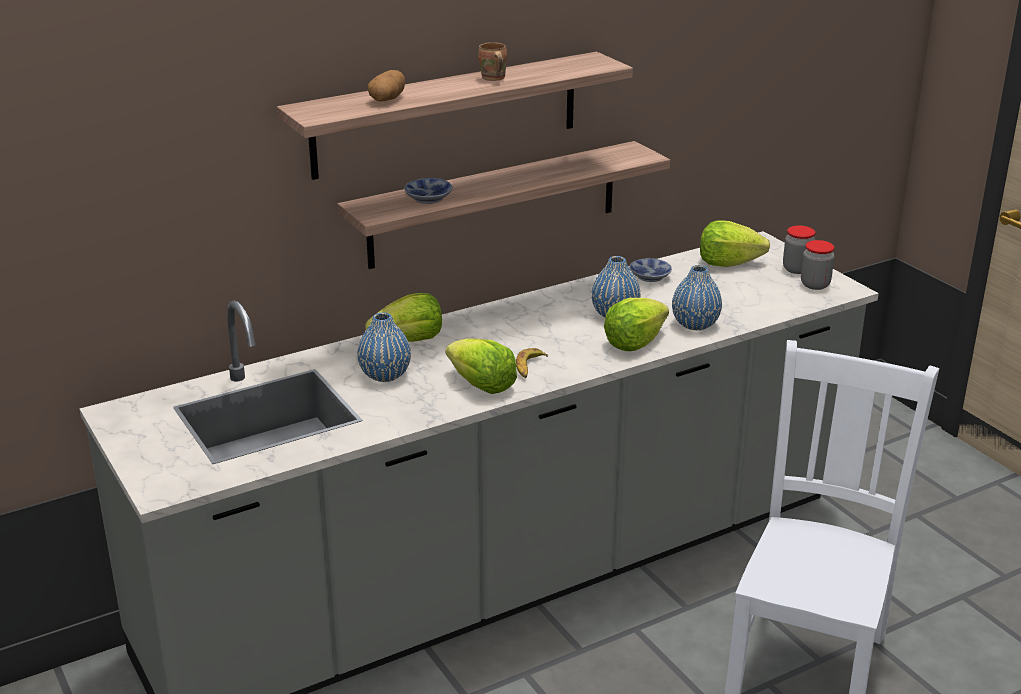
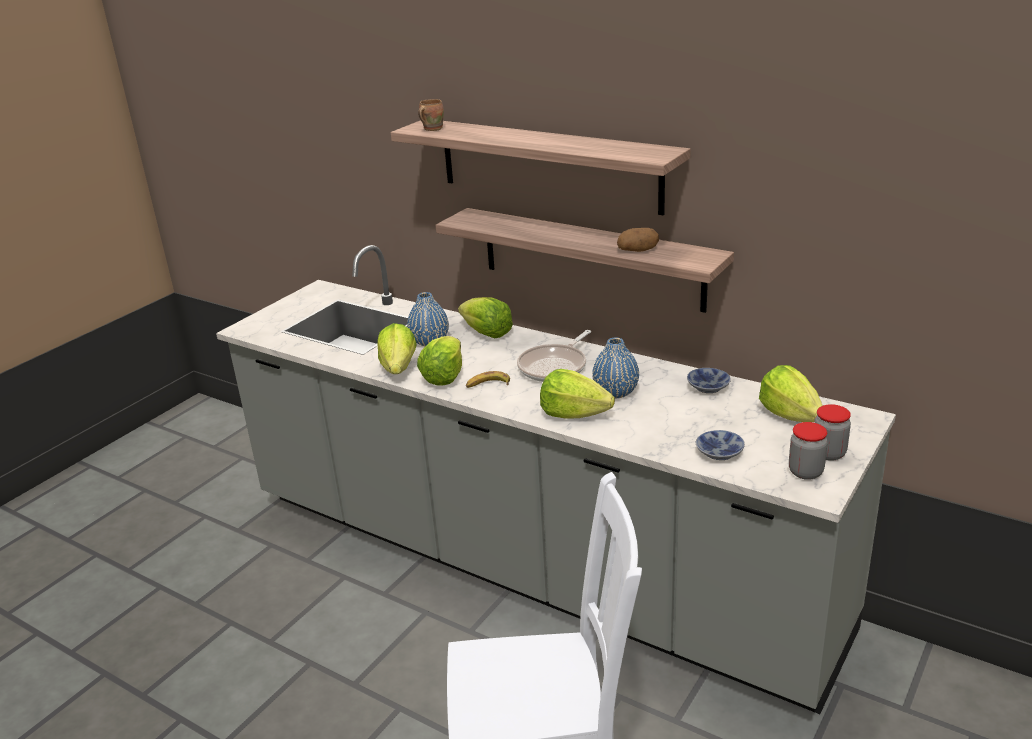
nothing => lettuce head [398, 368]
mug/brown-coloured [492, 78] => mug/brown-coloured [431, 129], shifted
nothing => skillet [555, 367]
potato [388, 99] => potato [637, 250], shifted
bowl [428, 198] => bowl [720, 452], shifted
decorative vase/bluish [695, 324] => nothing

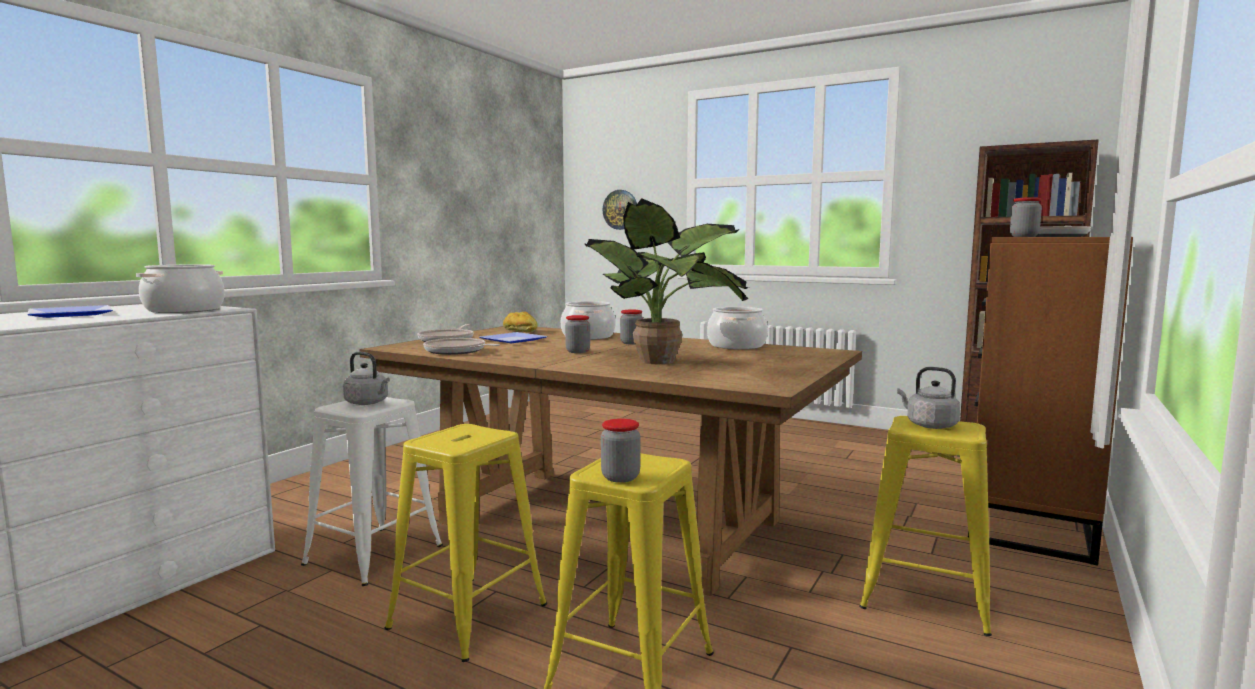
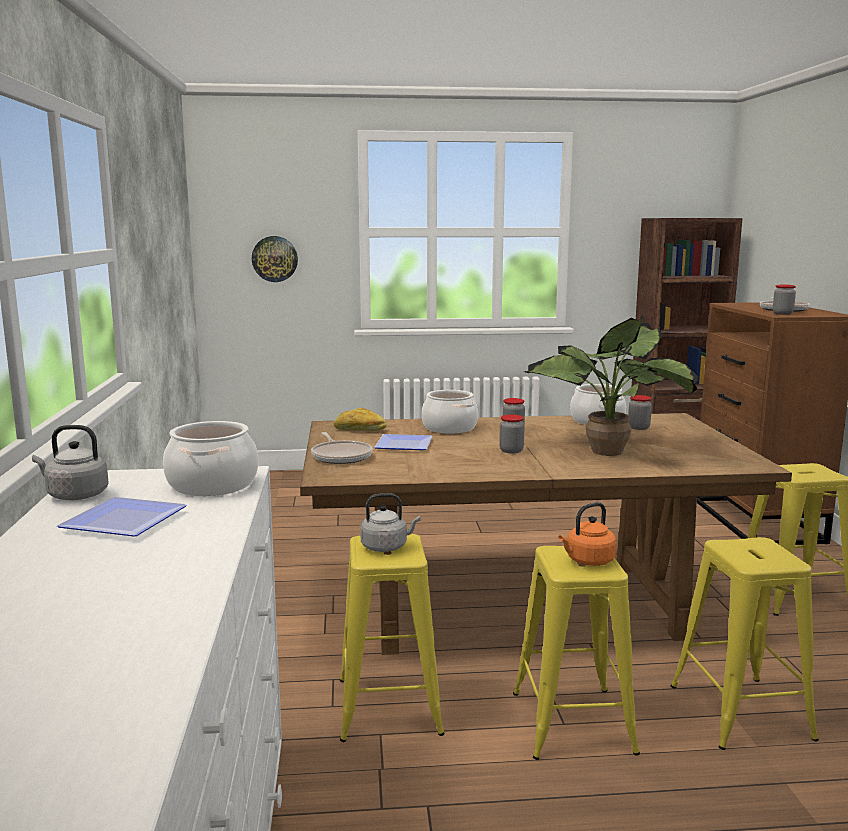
tea kettle/gray [929, 425] => tea kettle/gray [75, 495], shifted
stool/white [374, 555] => stool/yellow [388, 706]
nothing => tea kettle/orange [588, 561]
preserve jar [620, 477] => preserve jar [638, 428], shifted
skillet [457, 351] => nothing

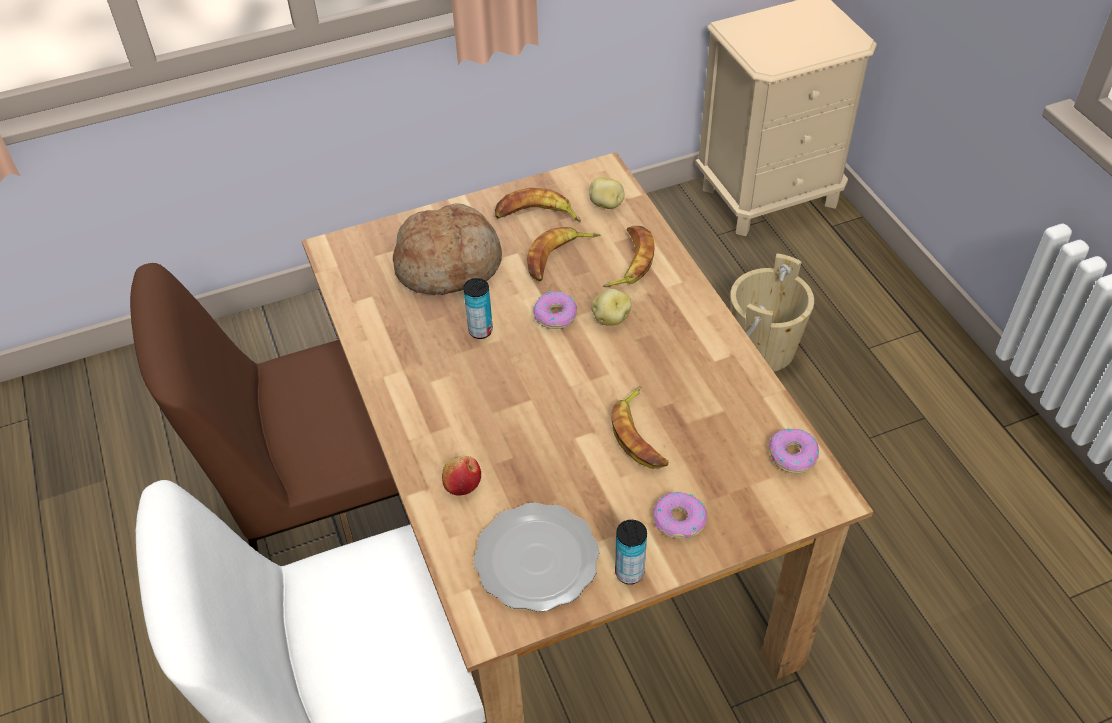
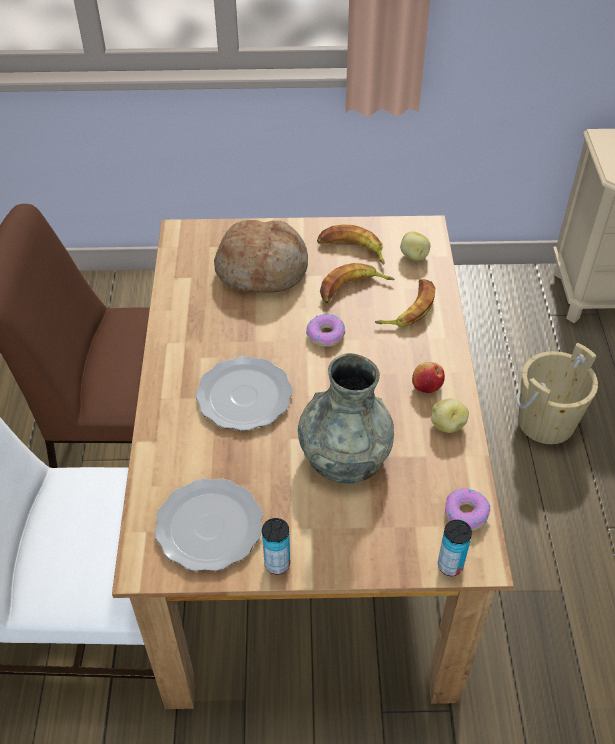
nothing => dinner plate [245, 395]
banana [640, 434] => decorative vase/gray [345, 453]
whole apple [462, 484] => whole apple [426, 385], shifted
potato [610, 318] => potato [447, 424], shifted
metal can [480, 331] => metal can [450, 565], shifted
donut [679, 520] => nothing

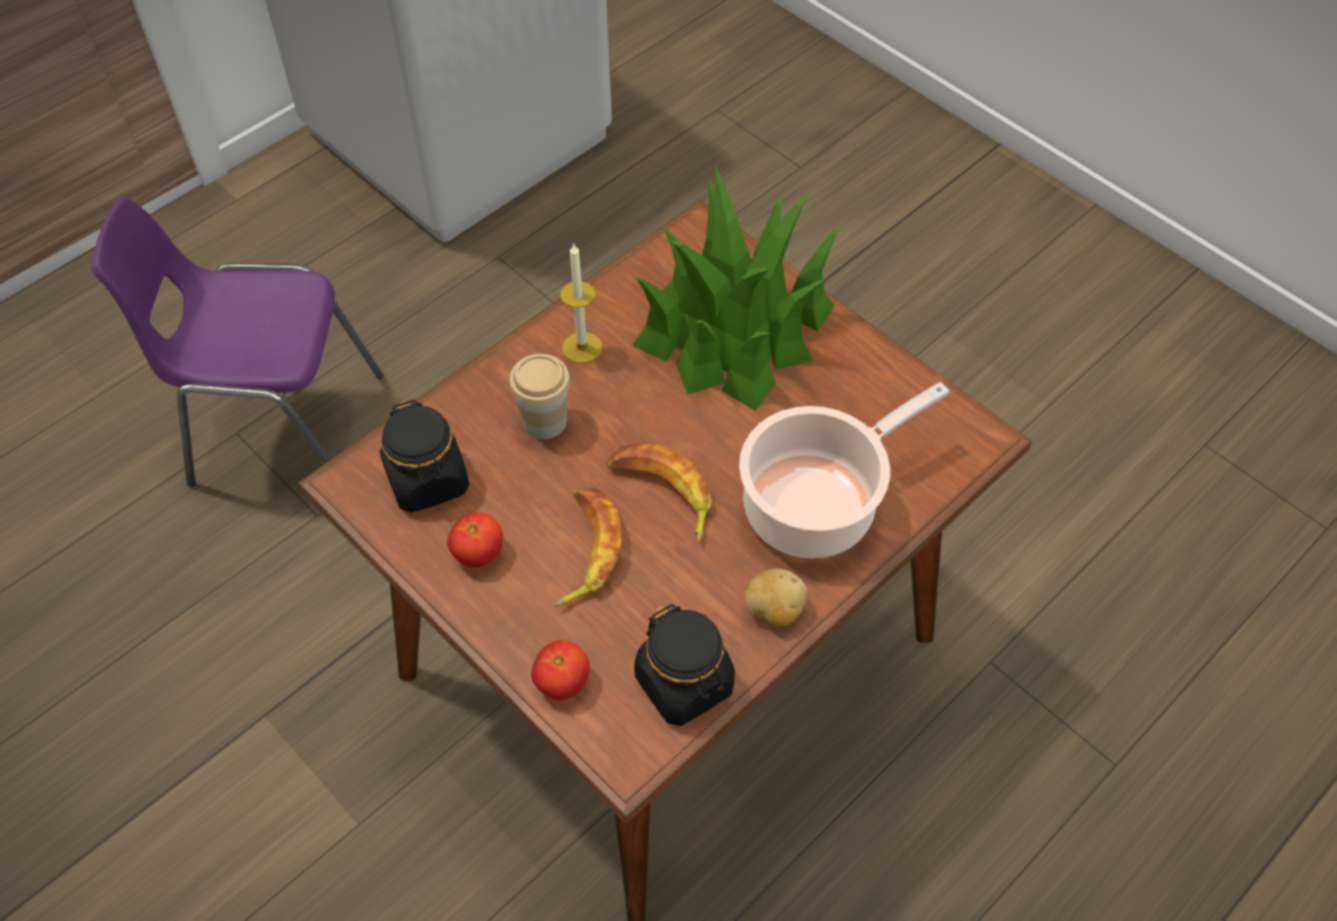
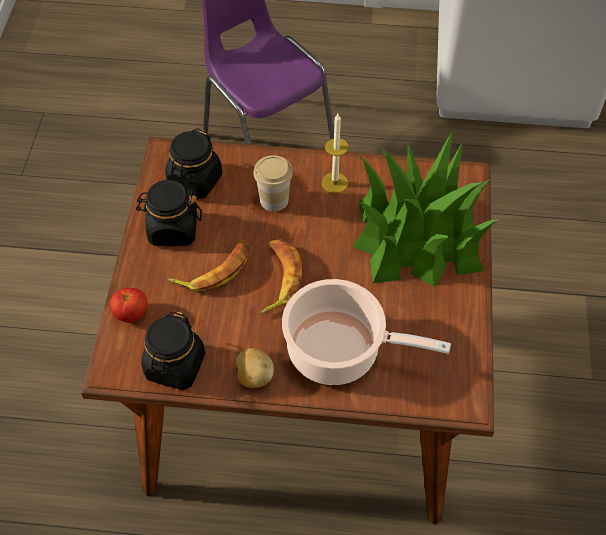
whole tomato [478, 553] => preserve jar/blackish [172, 229]

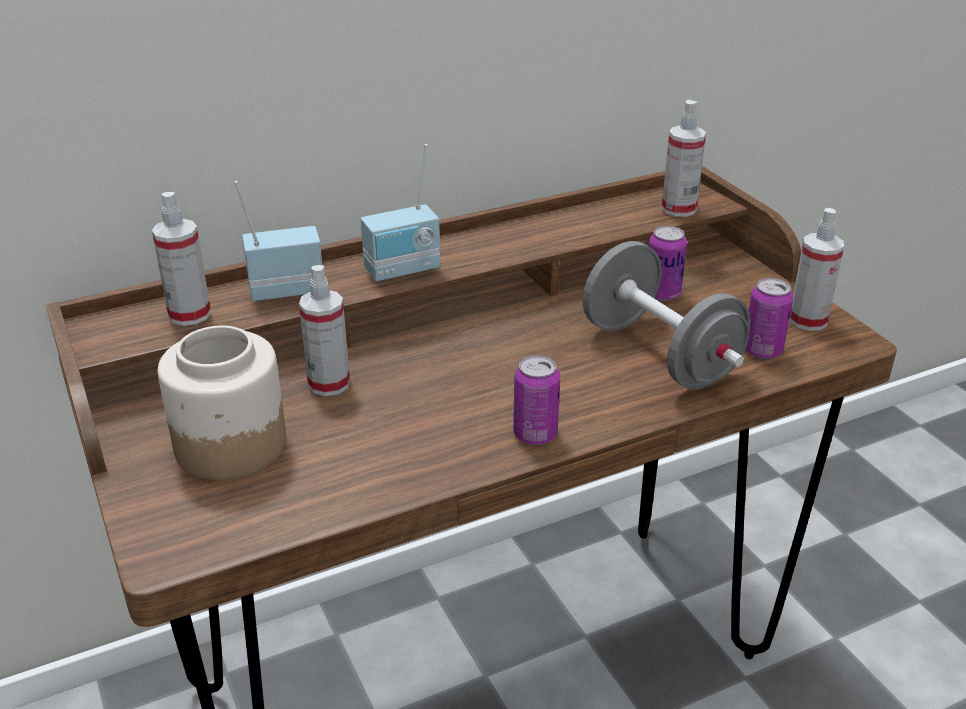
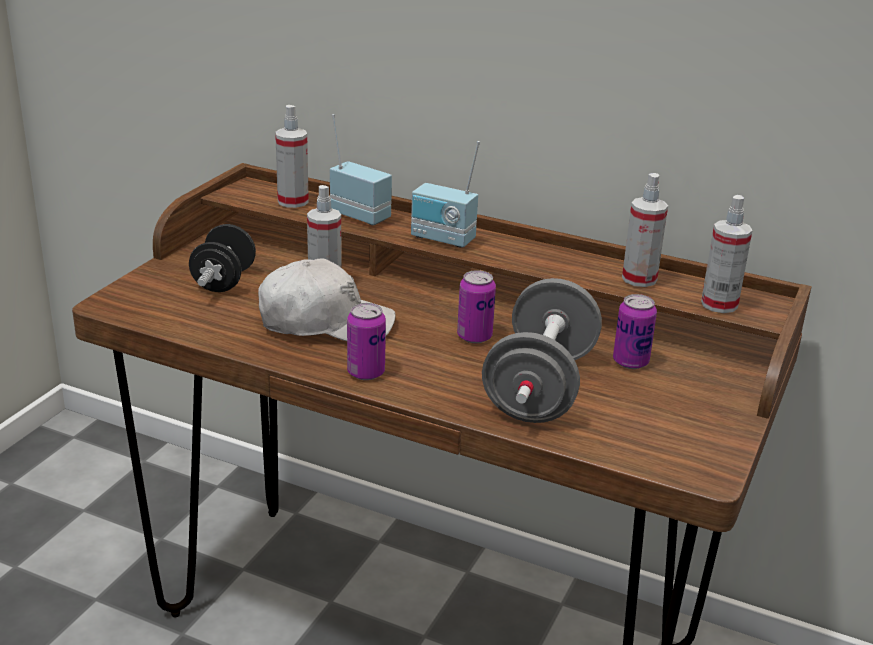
preserve jar [229, 445] => dumbbell/blackish [224, 281]
nothing => cap/white [325, 323]
metal can [762, 351] => metal can [474, 336], shifted
hand sprayer [808, 320] => hand sprayer [639, 279], shifted

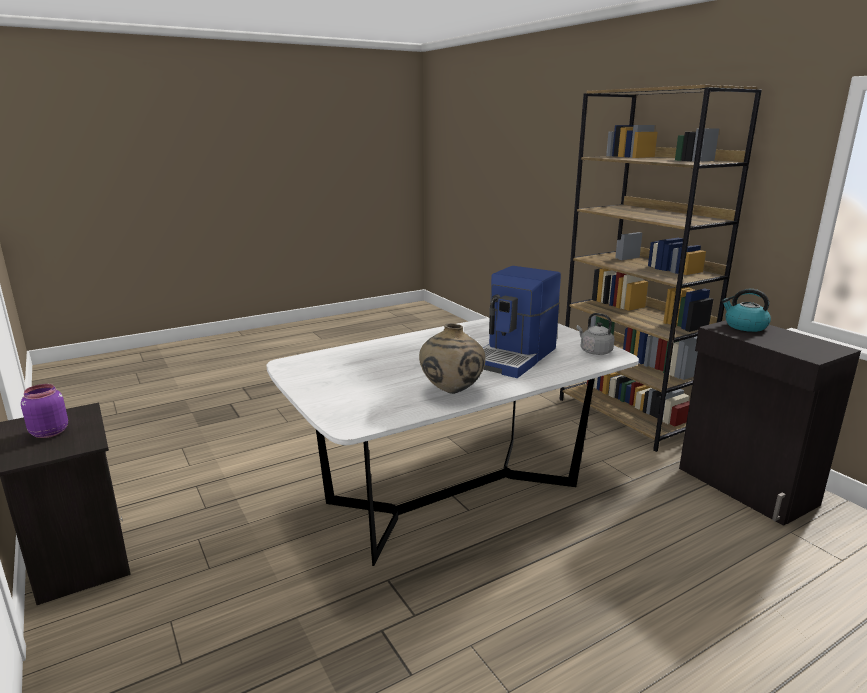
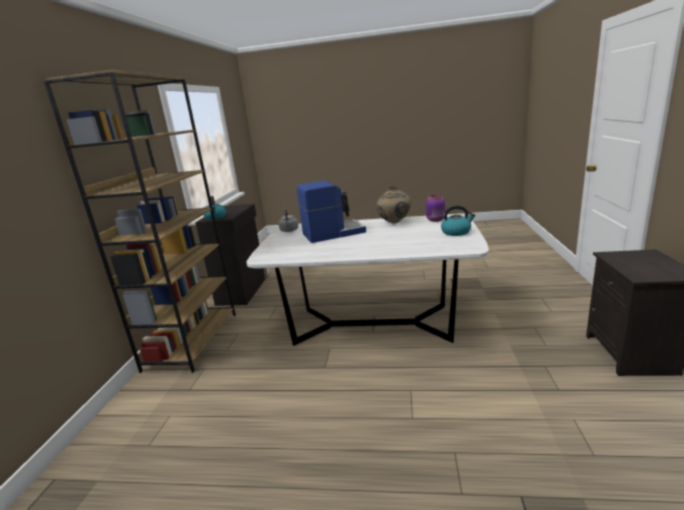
preserve jar/purplish [48, 432] => preserve jar/purplish [436, 220], shifted
nothing => tea kettle [456, 232]

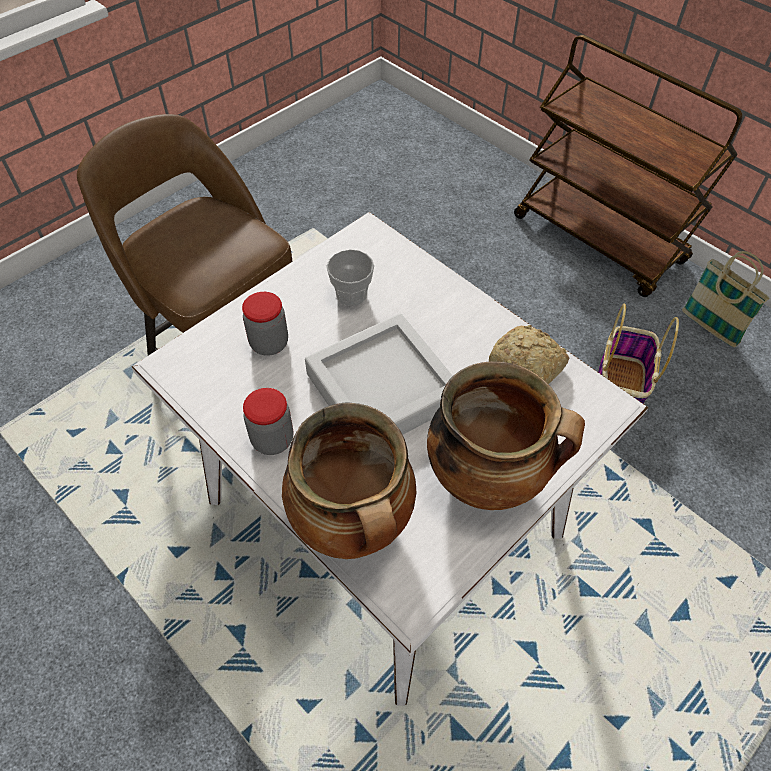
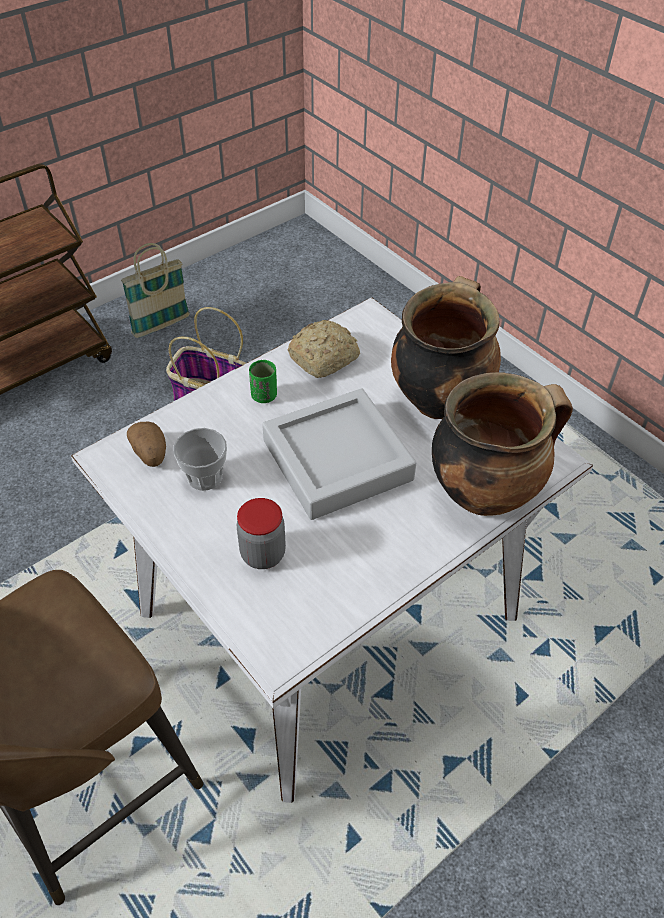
nothing => potato [150, 454]
nothing => small cup/green-coloured [264, 396]
preserve jar [272, 440] => nothing

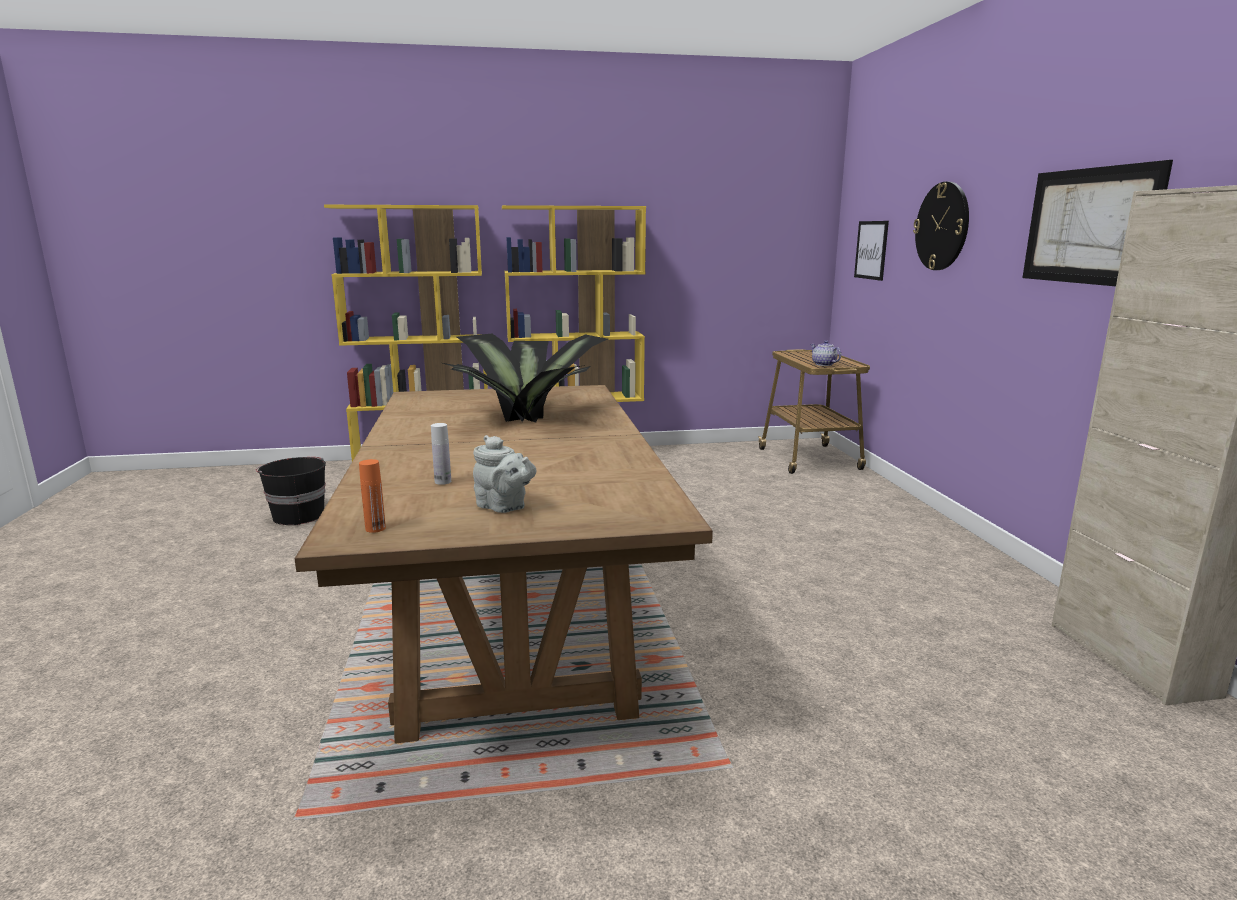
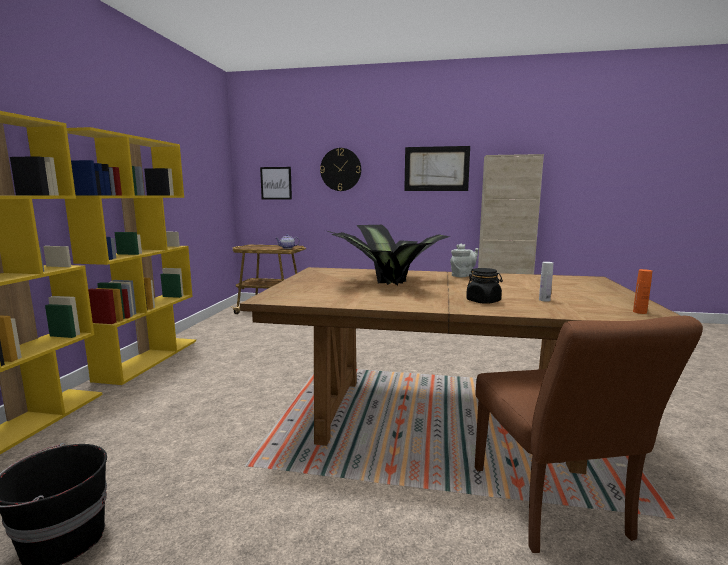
teapot/gray [504, 507] => teapot/gray [463, 276], shifted
nothing => preserve jar/blackish [483, 301]
nothing => chair/brown-coloured [554, 509]

